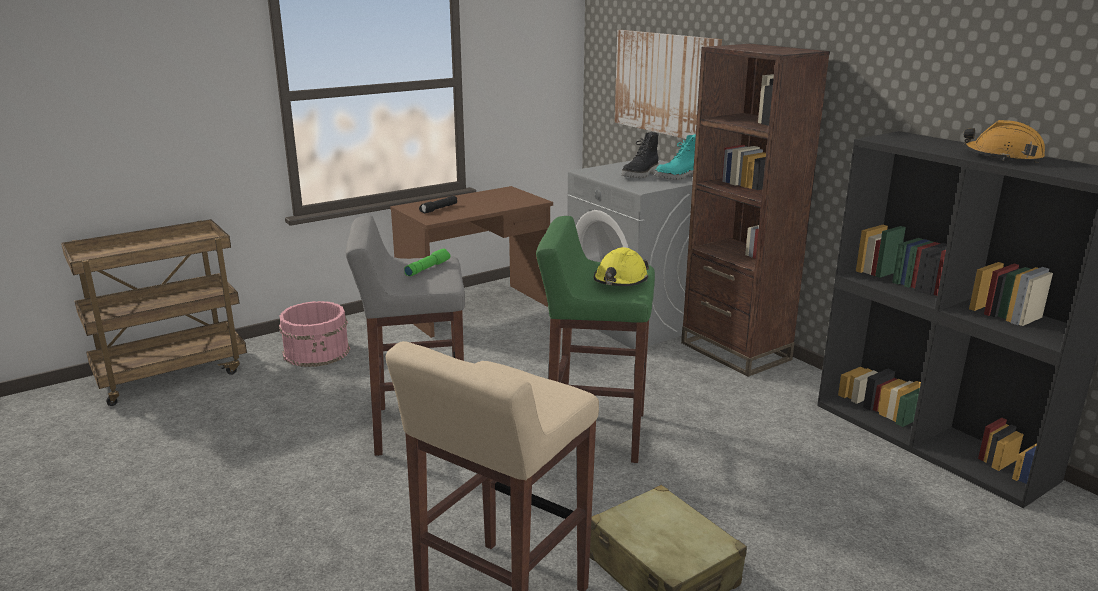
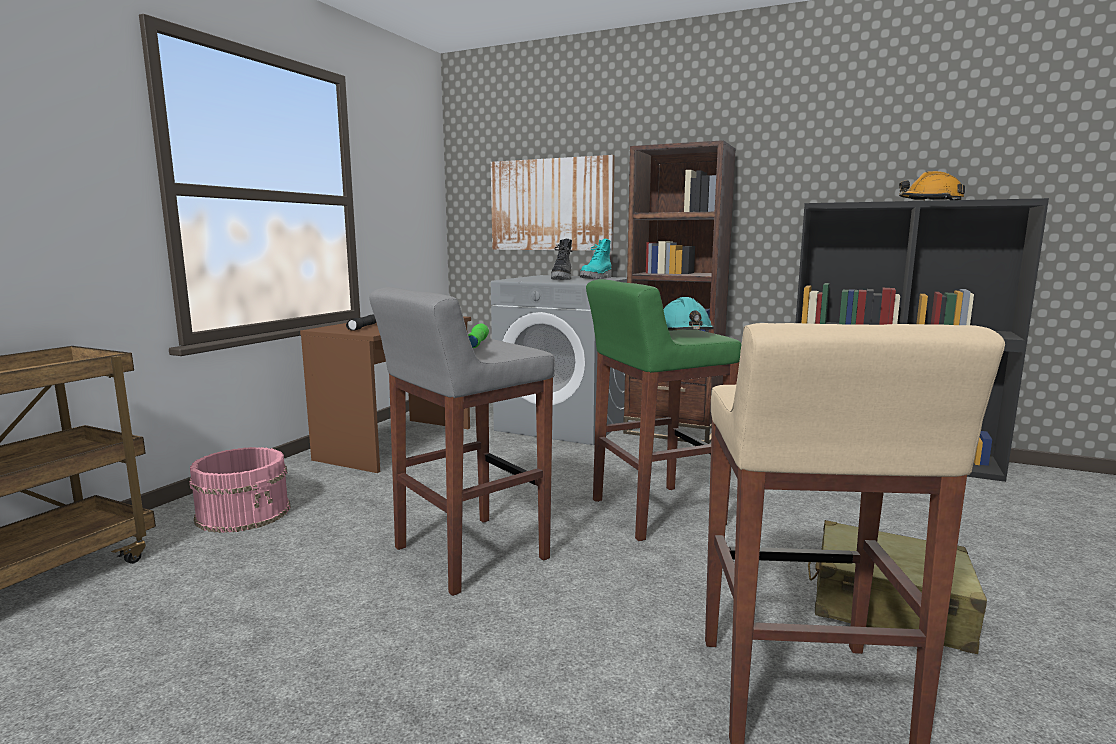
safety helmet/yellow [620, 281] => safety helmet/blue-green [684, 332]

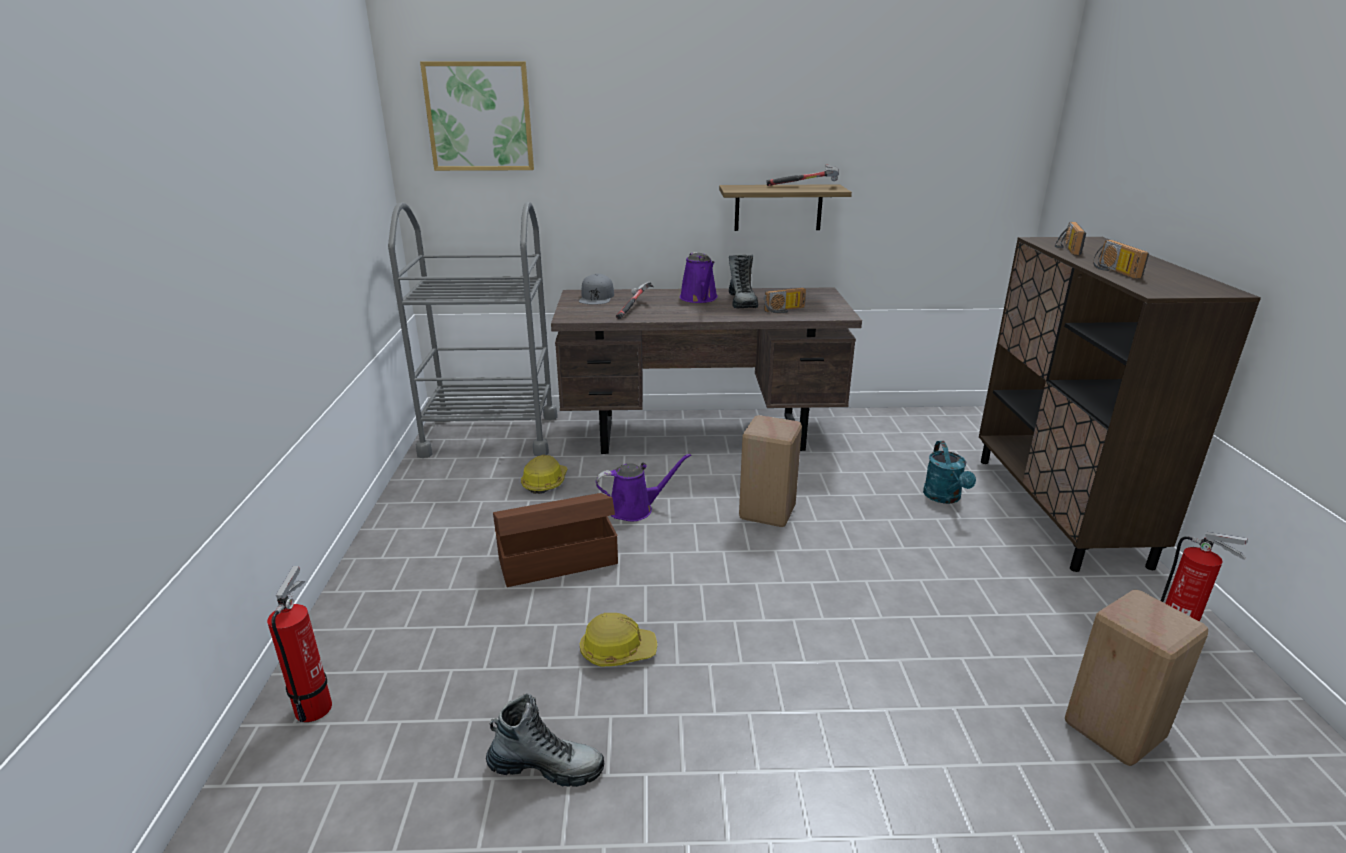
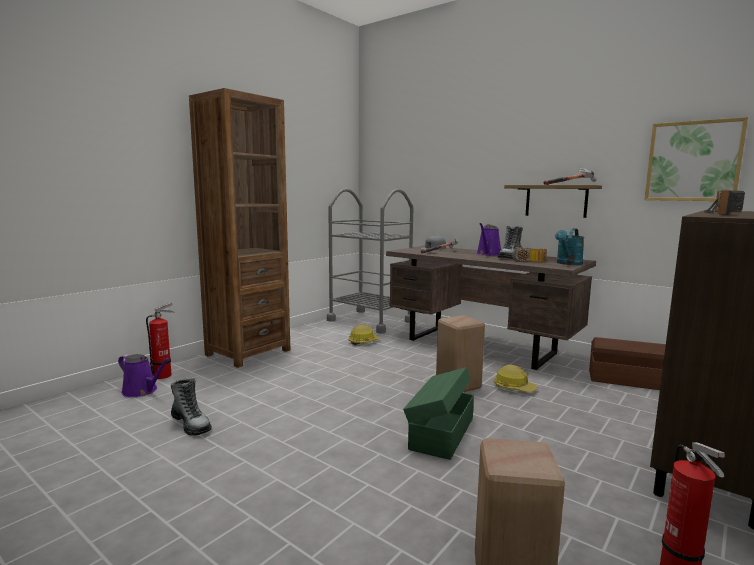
sprinkling can/purplish [635, 509] => sprinkling can/purplish [142, 391], shifted
nothing => shelving unit/brown-coloured [248, 352]
nothing => storage box/green-coloured [440, 433]
safety helmet [617, 651] => safety helmet [514, 388], shifted
sprinkling can/blue-green [945, 498] => sprinkling can/blue-green [568, 263], shifted
storage box/brown-coloured [556, 560] => storage box/brown-coloured [626, 380], shifted
wall picture [479, 117] => wall picture [693, 161], shifted

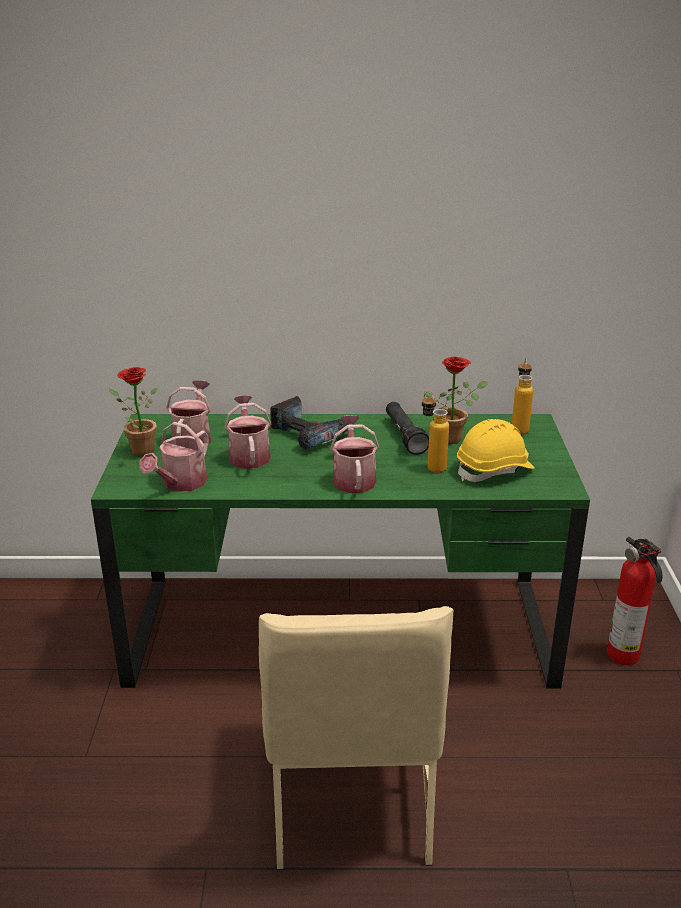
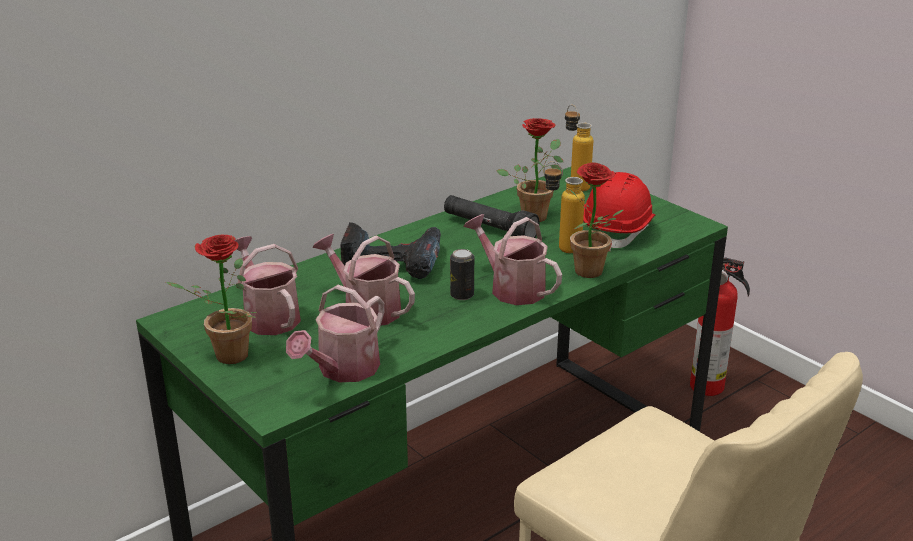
sprinkling can [180, 484] => sprinkling can [343, 370], 45 degrees clockwise
nothing => metal can [462, 295]
nothing => plant in a pot [591, 274]
safety helmet/yellow [494, 470] => safety helmet/reddish [618, 230]

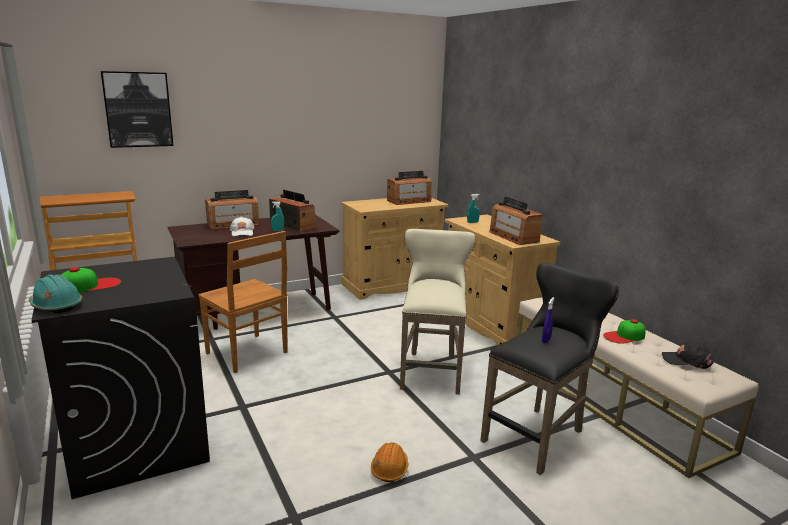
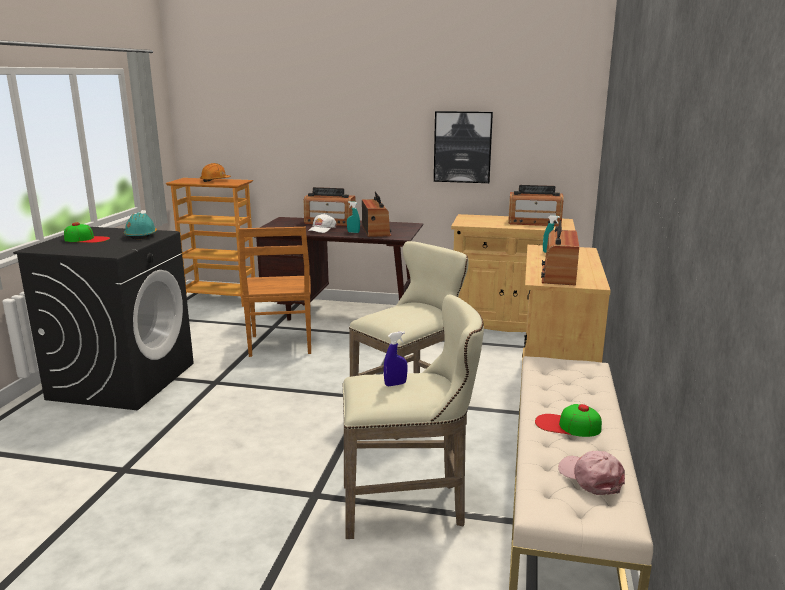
safety helmet/blue-green [56, 306] => safety helmet/blue-green [141, 235], shifted
safety helmet/orange [389, 469] => safety helmet/orange [215, 180], shifted
stool/blackish [538, 435] => stool/beige [410, 507]
wall picture [138, 109] => wall picture [462, 147], shifted
cap/blackish [686, 361] => cap/pink-coloured [591, 477]

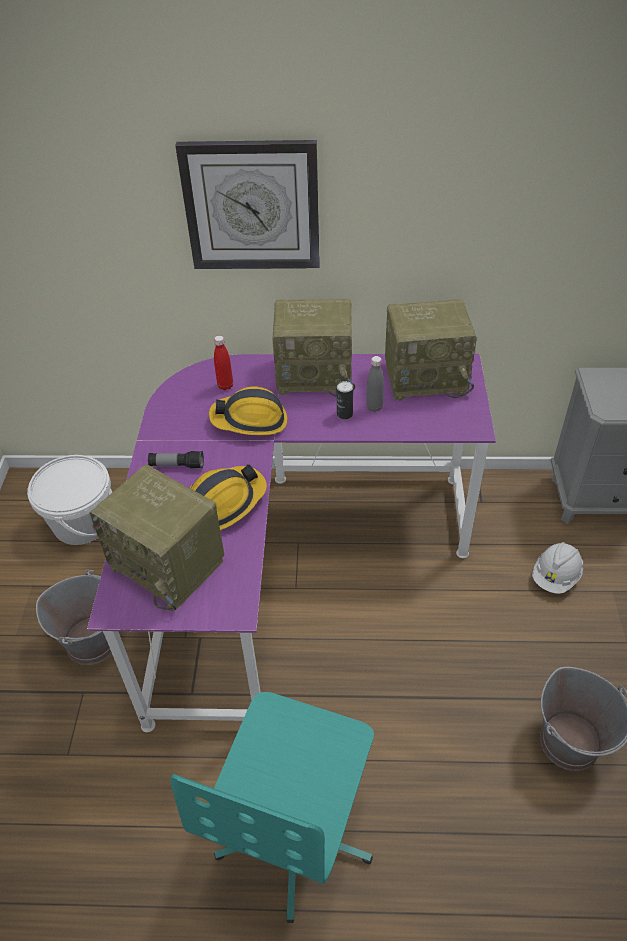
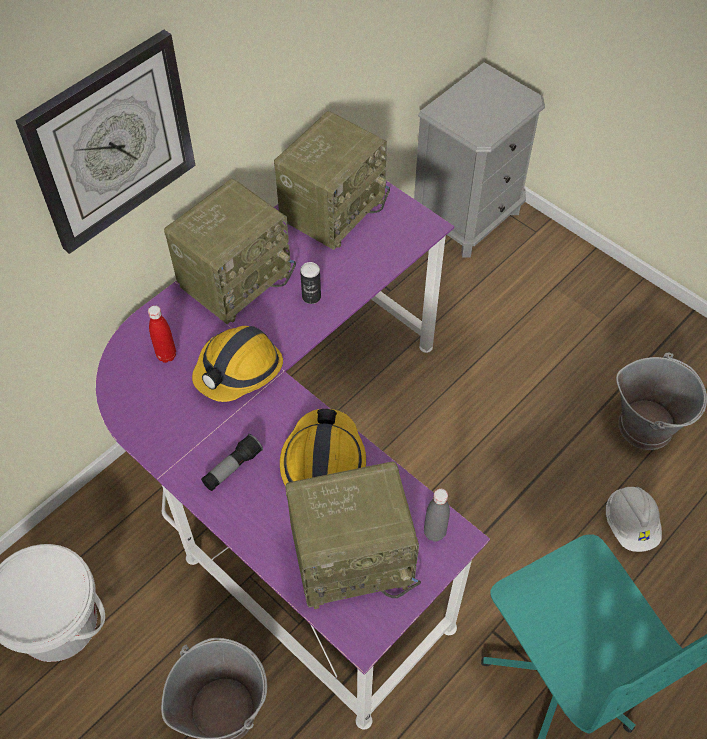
beverage bottle/gray [374, 407] => beverage bottle/gray [434, 532], shifted
safety helmet/white [555, 577] => safety helmet/white [630, 525], shifted

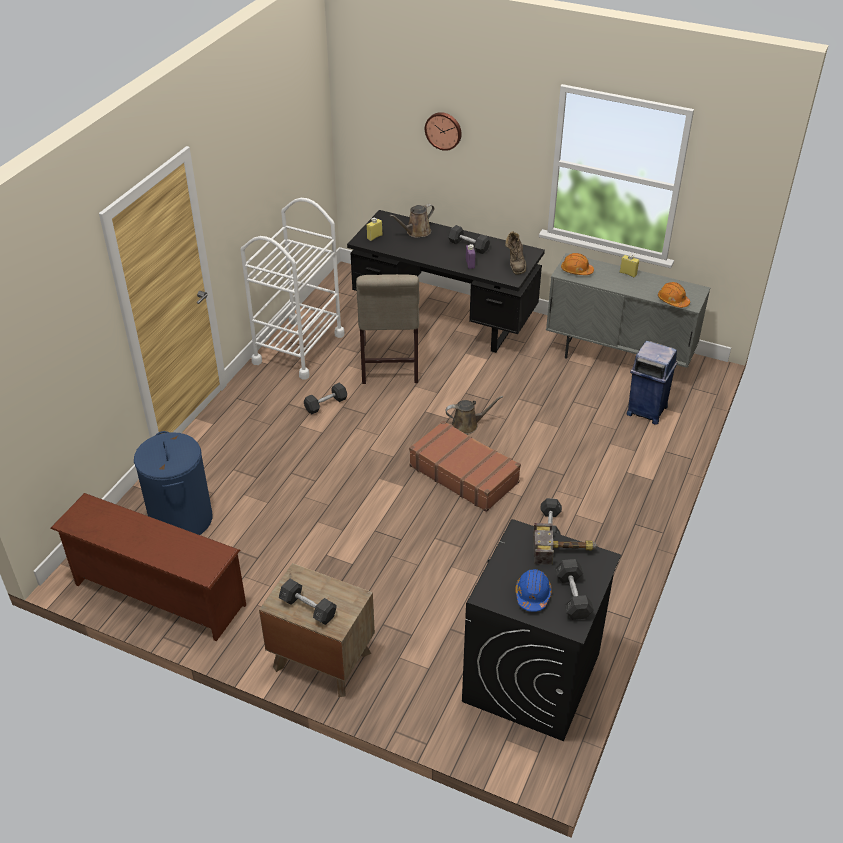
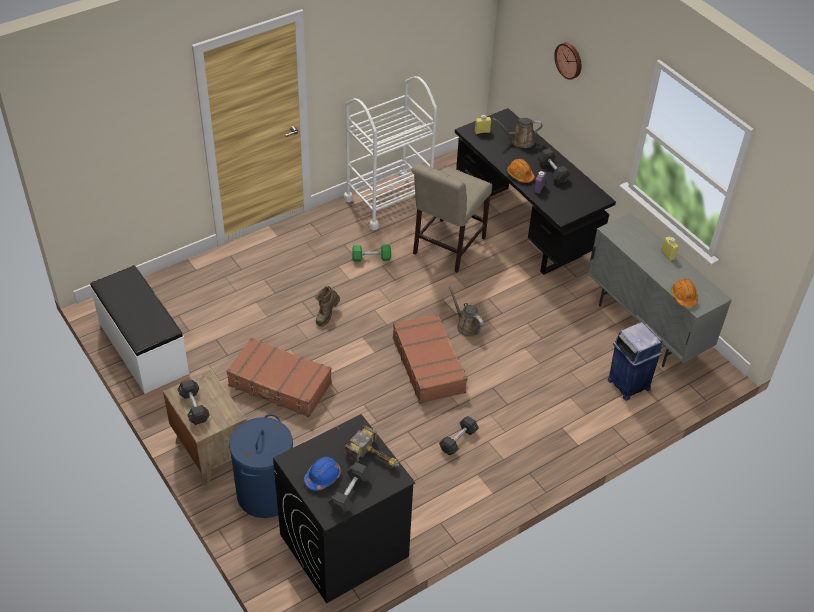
shoe rack/brown-coloured [157, 595] => indoor bench/white [142, 348]
nothing => piece of luggage/brown-coloured [280, 385]
washing basket/bluish [181, 519] => washing basket/bluish [266, 493], shifted
tall boot/brown-coloured [516, 265] => tall boot/brown-coloured [326, 315], shifted
dumbbell/gray [326, 404] => dumbbell/green-coloured [371, 258]
sprinkling can/brown-coloured [467, 425] => sprinkling can/brown-coloured [466, 326], 150 degrees counterclockwise
safety helmet/orange [576, 270] => safety helmet/orange [520, 175], shifted

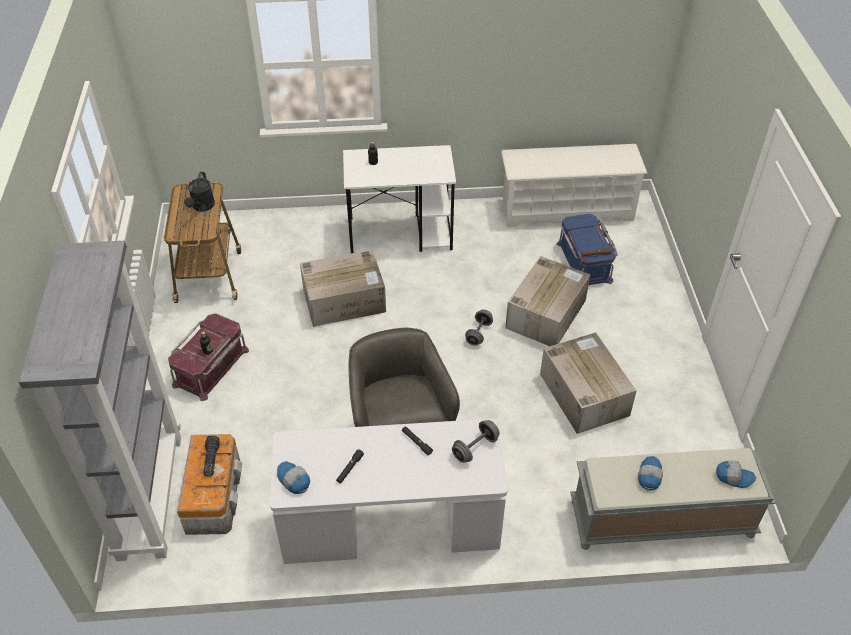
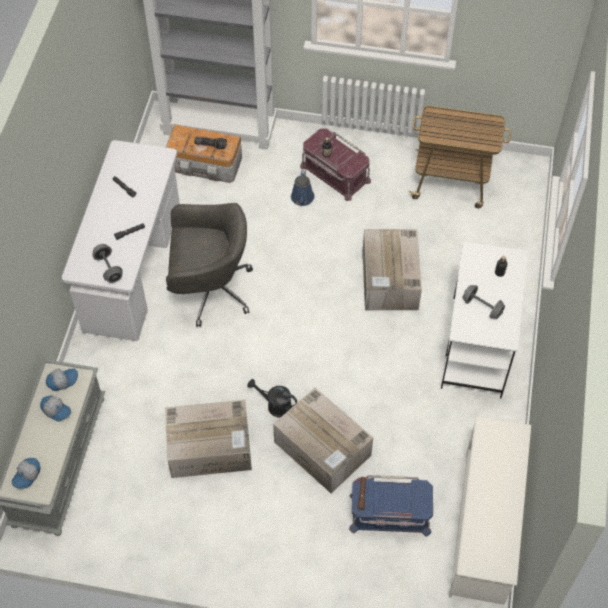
cap [293, 480] => cap [62, 380], shifted
sprinkling can/blackish [202, 207] => sprinkling can/blackish [275, 405], shifted
nothing => sprinkling can/bluish [302, 199]
dumbbell/gray [478, 333] => dumbbell/gray [482, 307], shifted

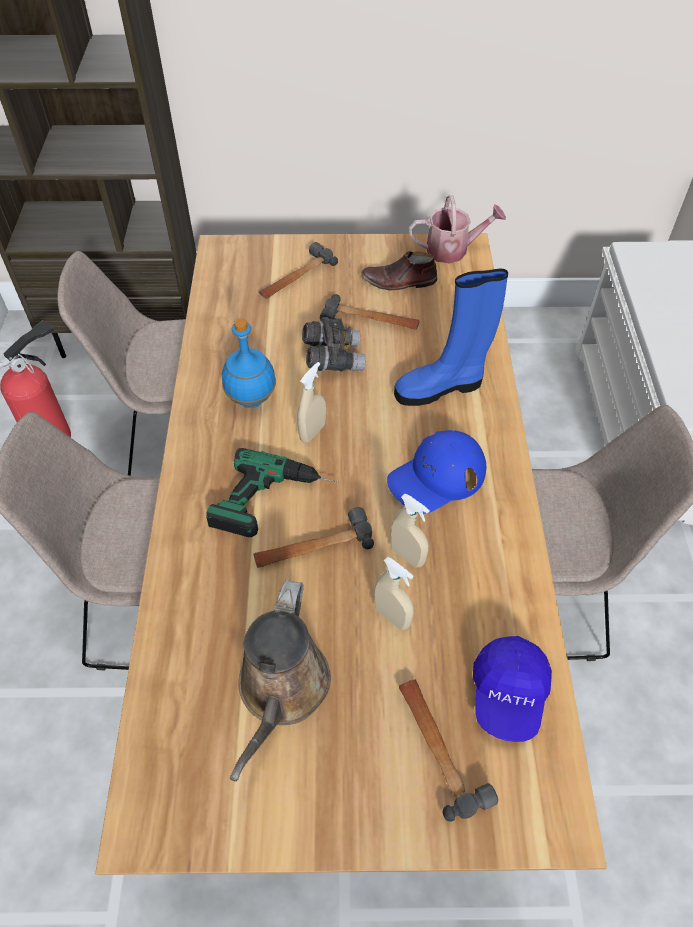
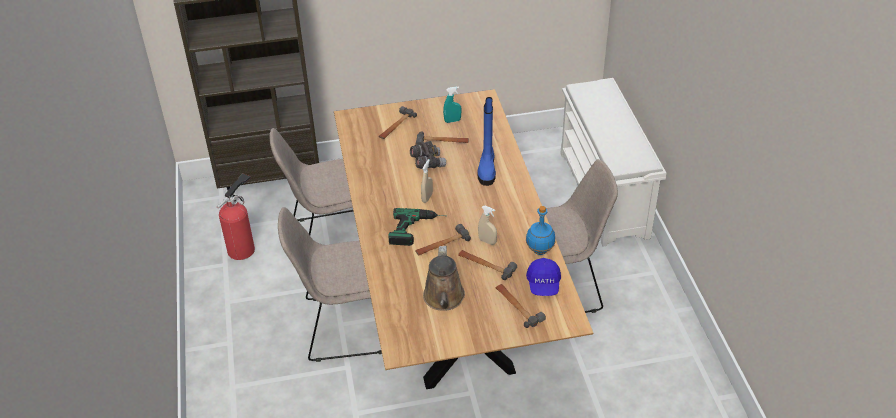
item of footwear/brown-coloured [399, 281] => hand sprayer/blue-green [452, 121]
hand sprayer/beige [392, 617] => tool hammer [486, 265]
tall boot/bluish [441, 388] => tall boot/bluish [487, 169], 60 degrees counterclockwise
beverage bottle/bluish [251, 399] => beverage bottle/bluish [539, 250], shifted
cap/bluish [437, 477] => nothing
sprinkling can [453, 250] => nothing

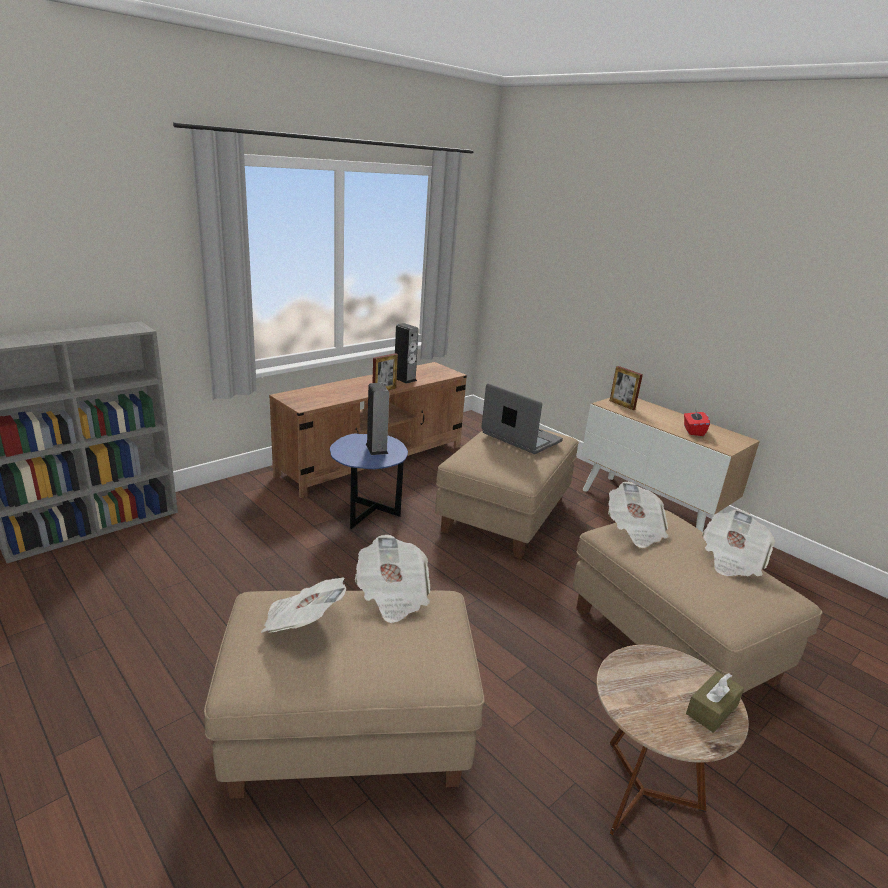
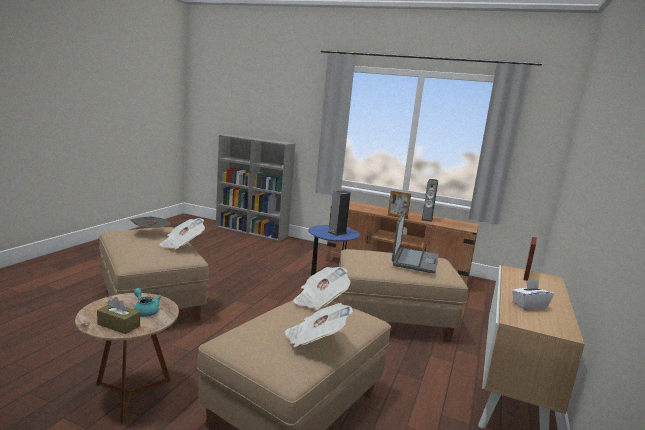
nothing => teapot/blue-green [145, 311]
tissue holder/reddish [693, 431] => tissue holder/white [529, 306]

